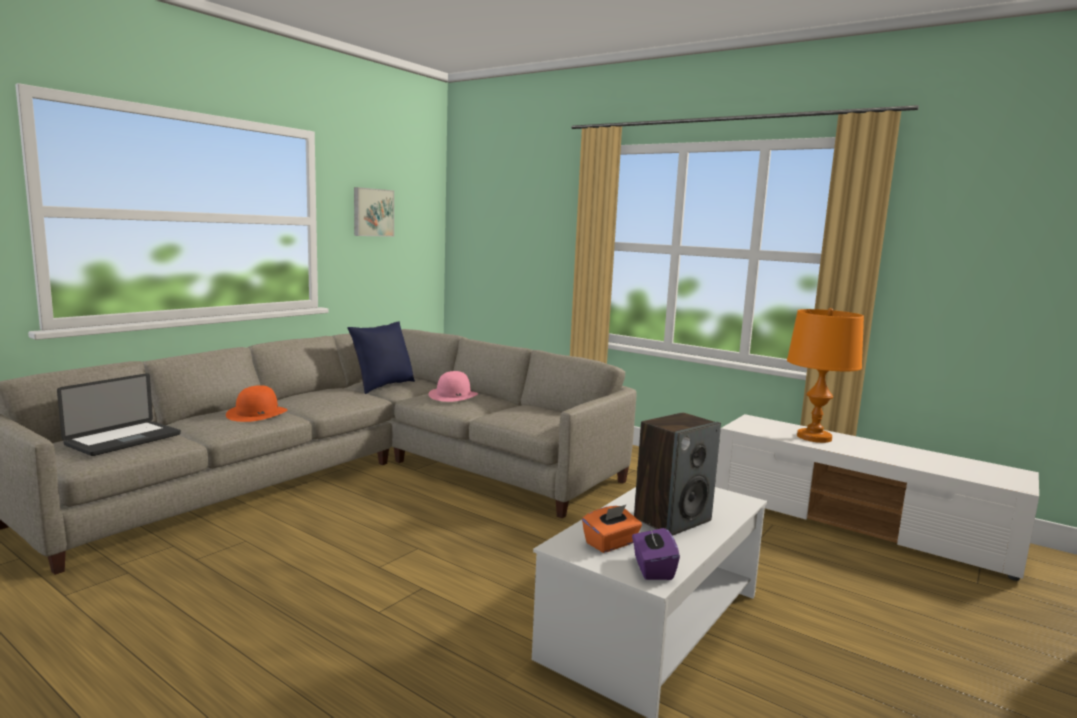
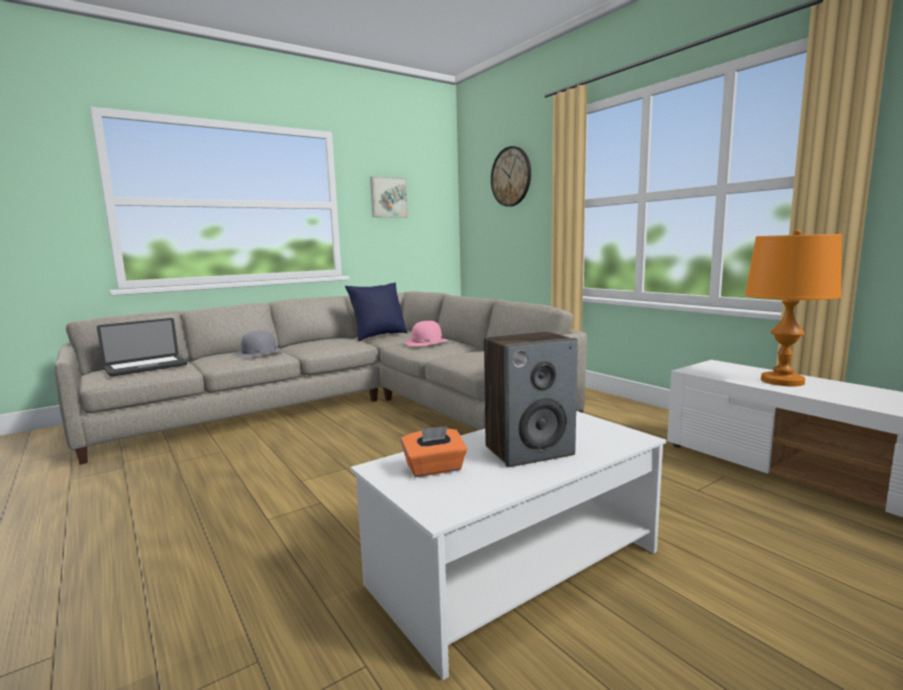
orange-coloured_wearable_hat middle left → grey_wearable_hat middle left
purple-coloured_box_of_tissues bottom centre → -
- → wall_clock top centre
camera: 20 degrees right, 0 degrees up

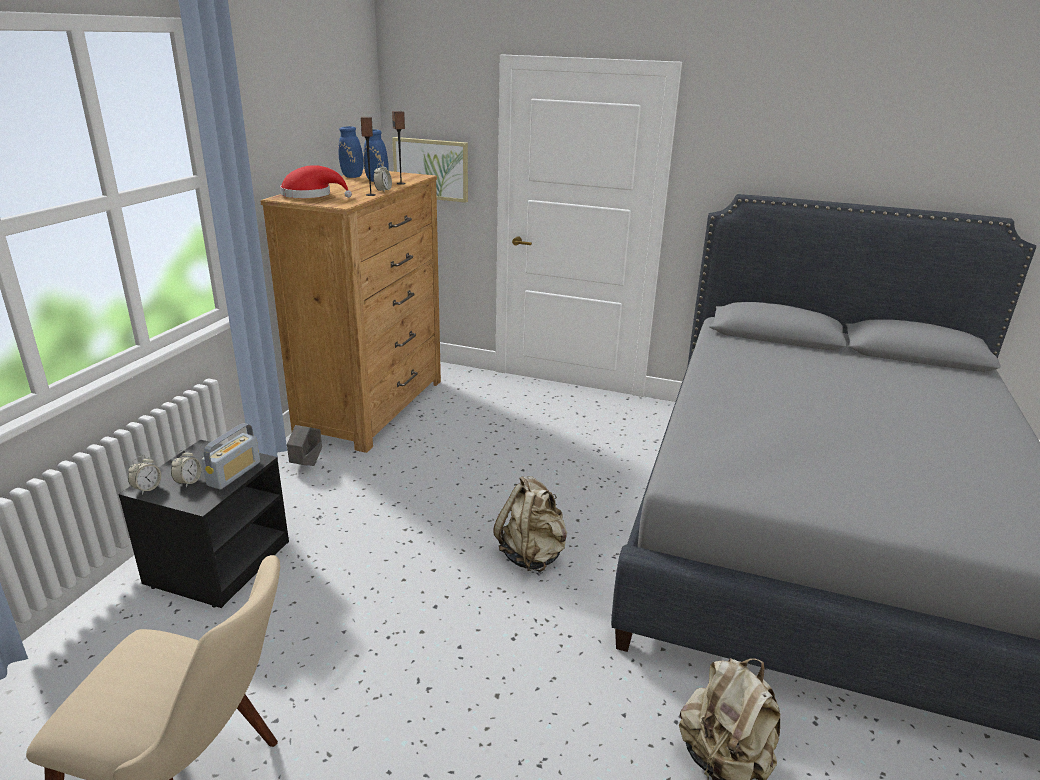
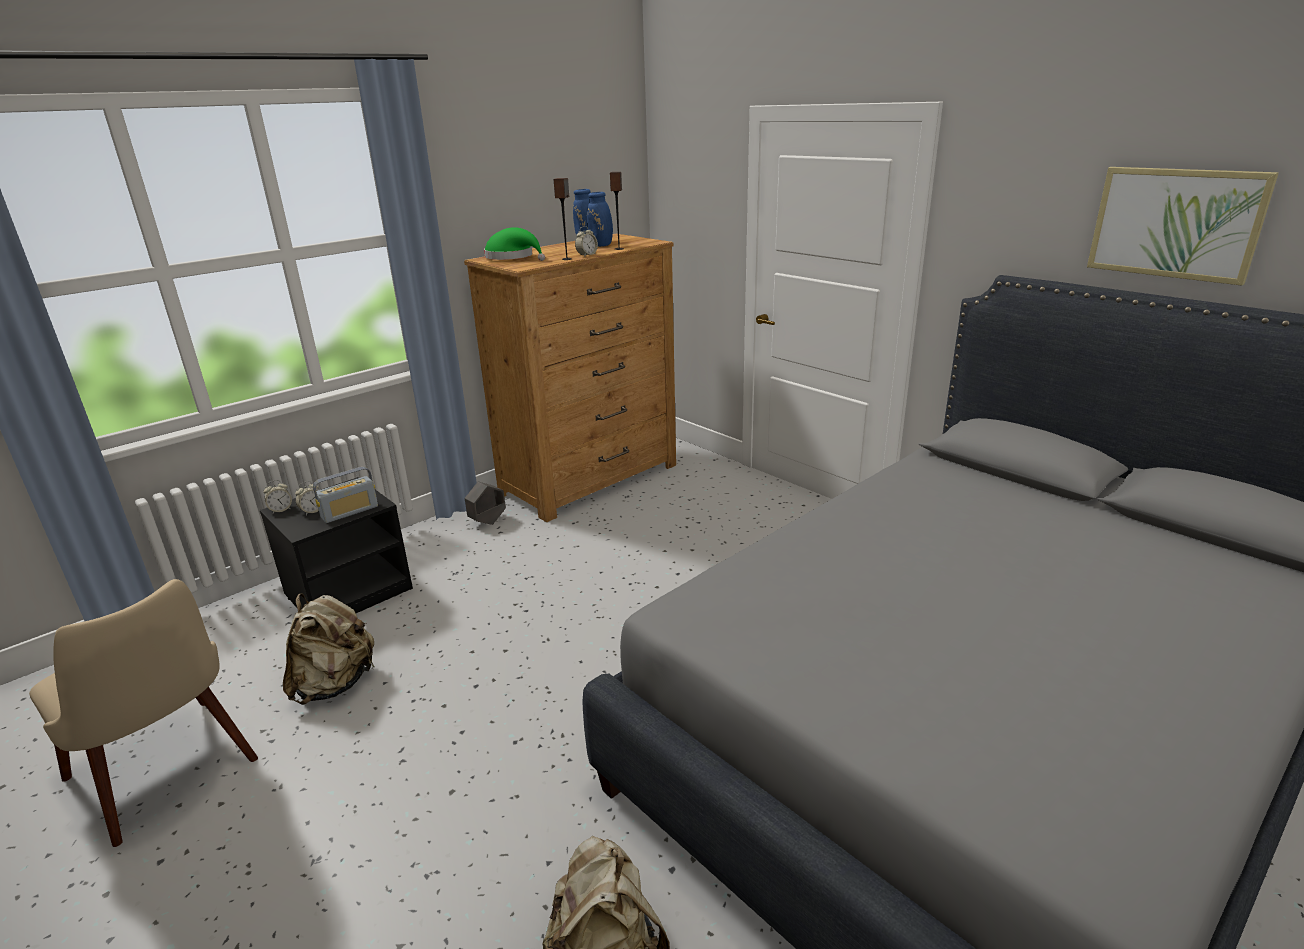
red-coloured_wearable_hat top left → green-coloured_wearable_hat top centre
picture top centre → picture top right, moved
beige_knapsack (1st from left) bottom centre → beige_knapsack (1st from left) bottom left, moved
camera: 30 degrees right, 0 degrees up

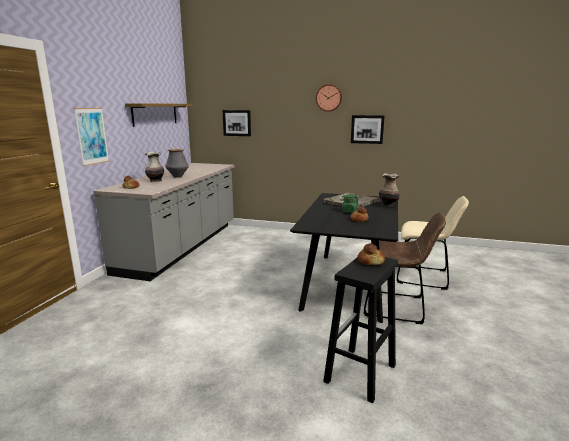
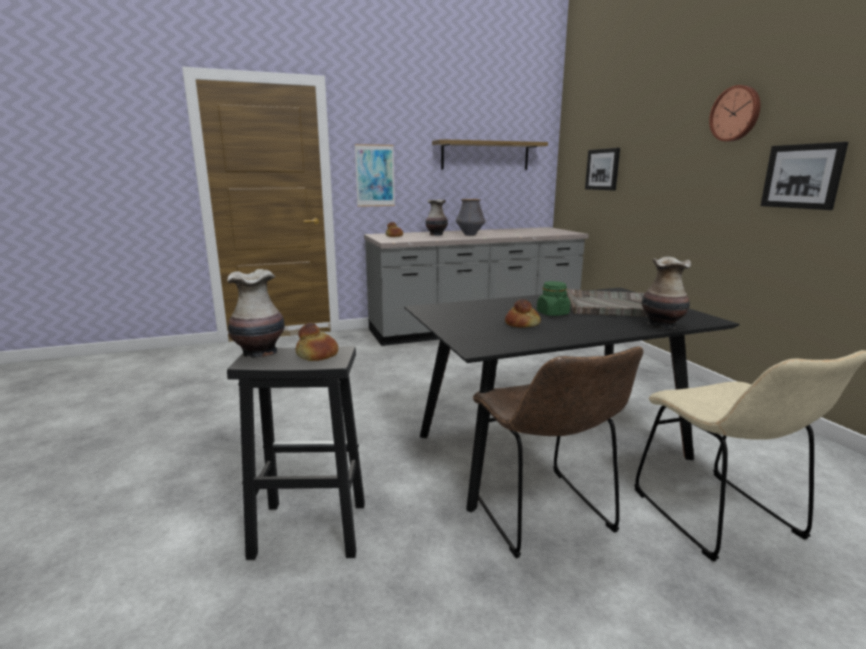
- → decorative_vase (1st from left) middle left
camera: 55 degrees right, 0 degrees up

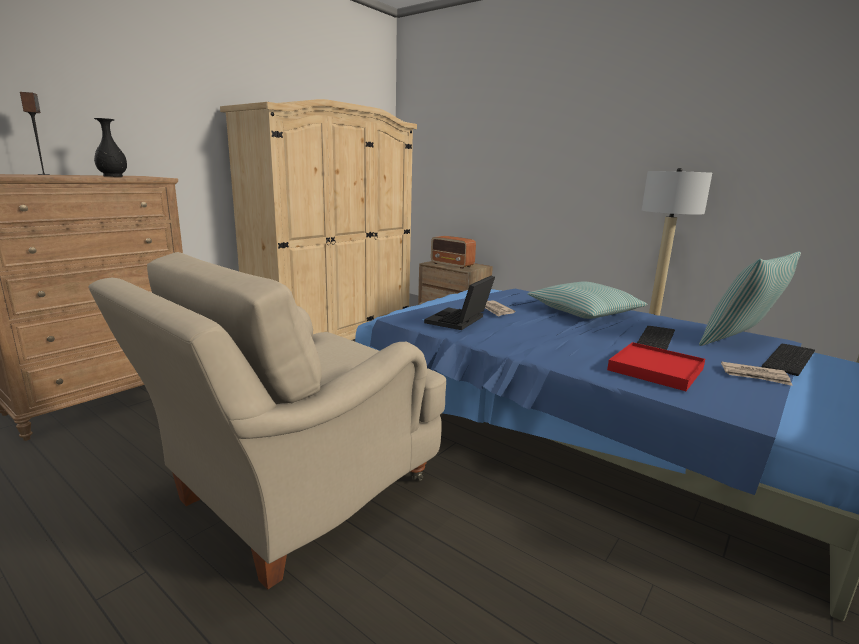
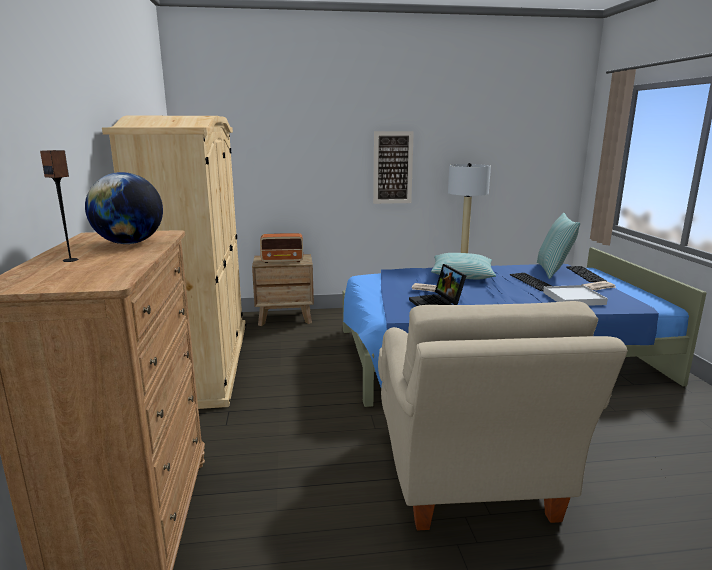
black-coloured_decorative_vase top left → desk_globe middle left
red-coloured_carrying_tray middle right → white_carrying_tray middle right
- → picture top centre
camera: 45 degrees left, 0 degrees up

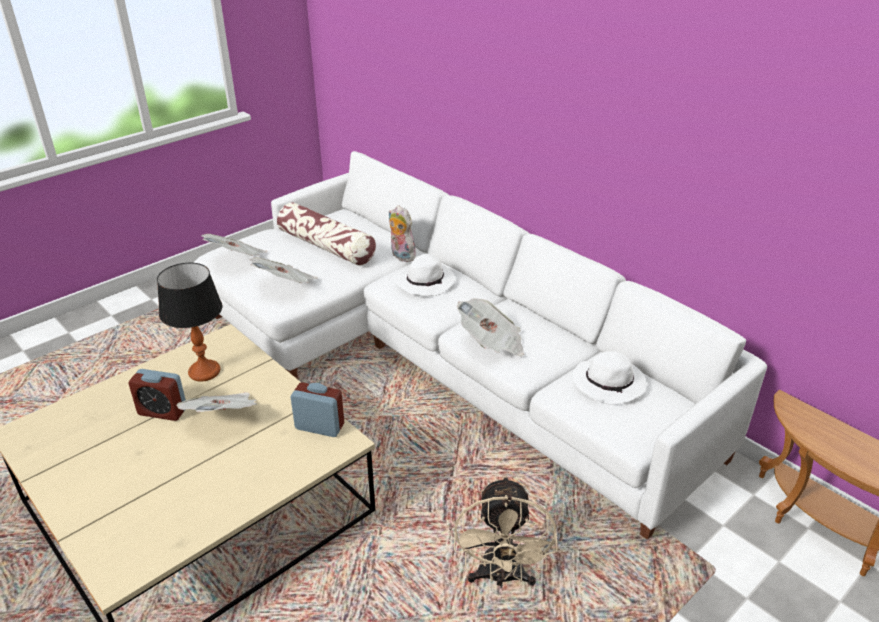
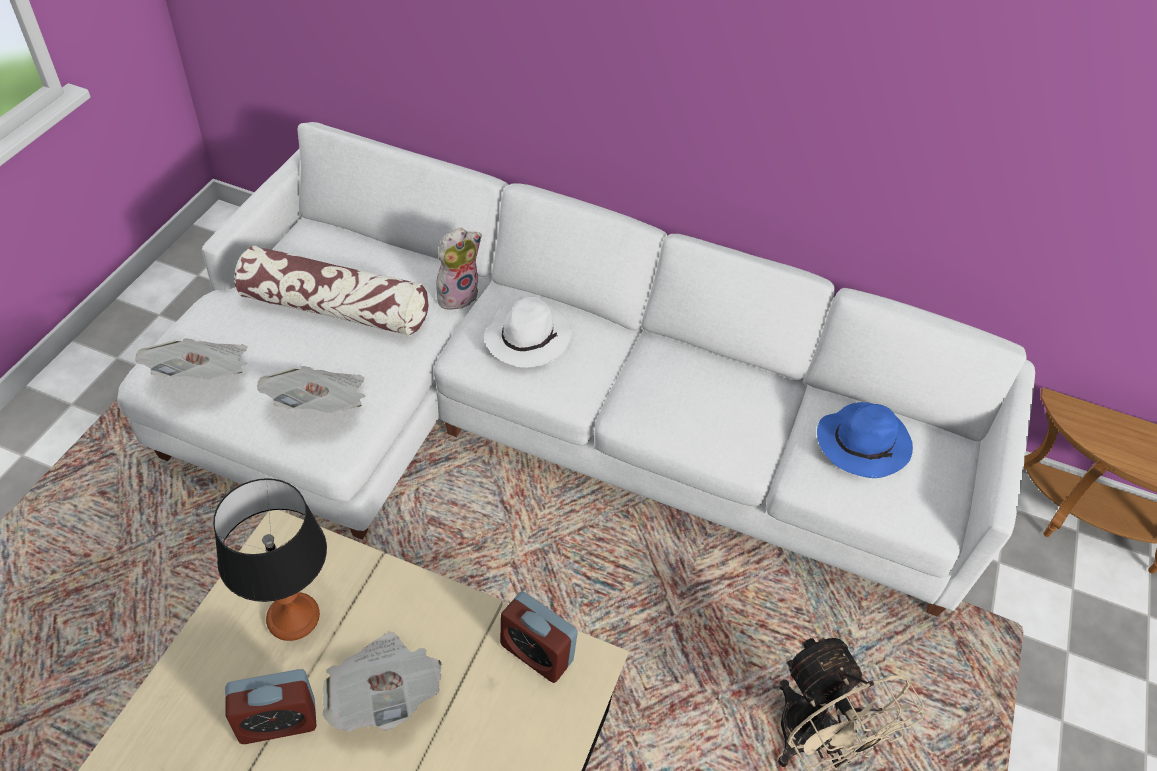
bedside_clock (2nd from left) centre → bedside_clock (2nd from left) bottom centre, 135 degrees counterclockwise
soft_toy centre, 120 degrees clockwise
newspaper (4th from left) centre → -
white_wearable_hat (2nd from left) middle right → bluish_wearable_hat middle right
camera: 30 degrees left, 15 degrees up

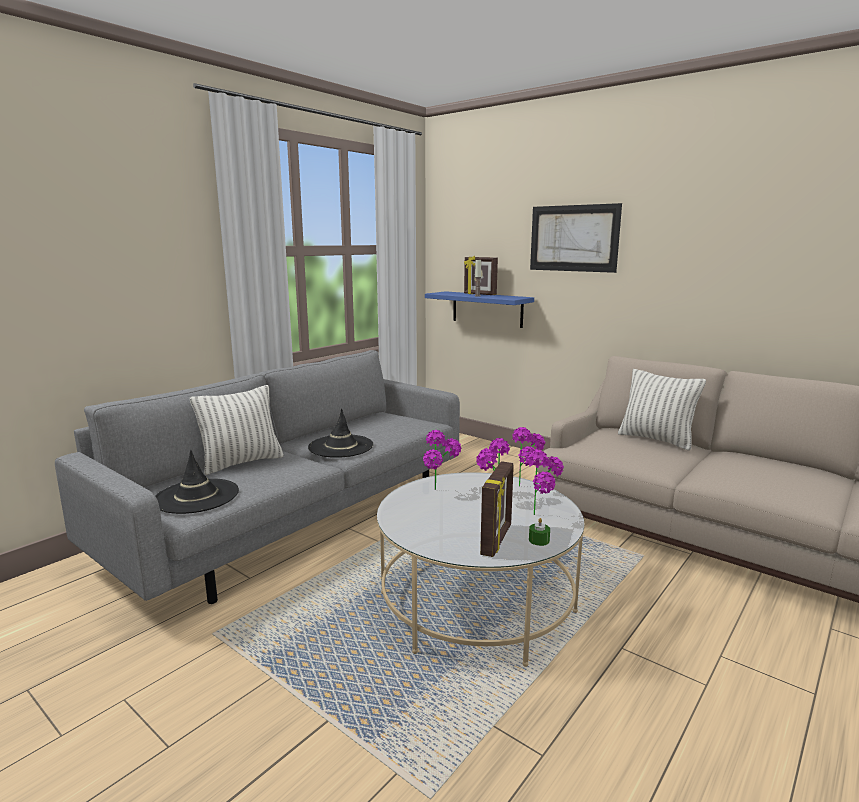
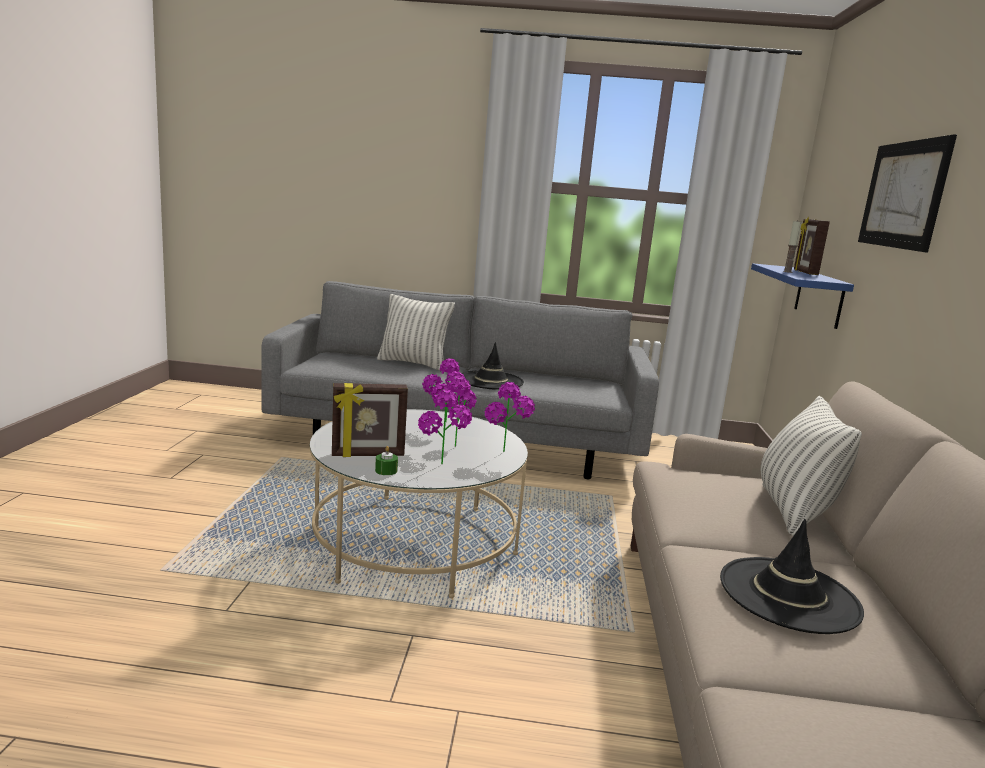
black-coloured_wearable_hat (1st from left in the first image) middle left → black-coloured_wearable_hat (2nd from left) bottom right, moved
camera: 55 degrees right, 0 degrees up

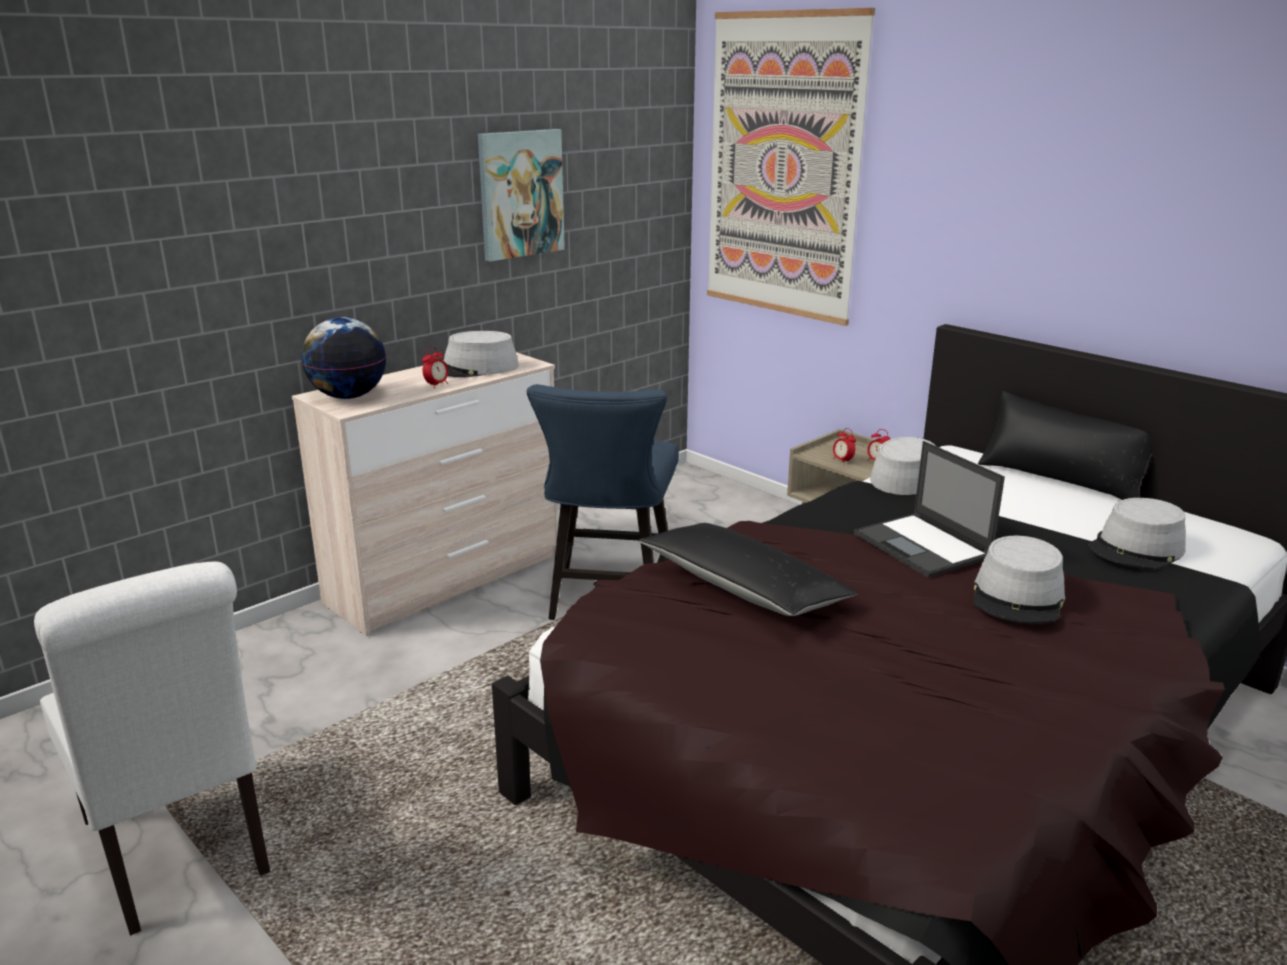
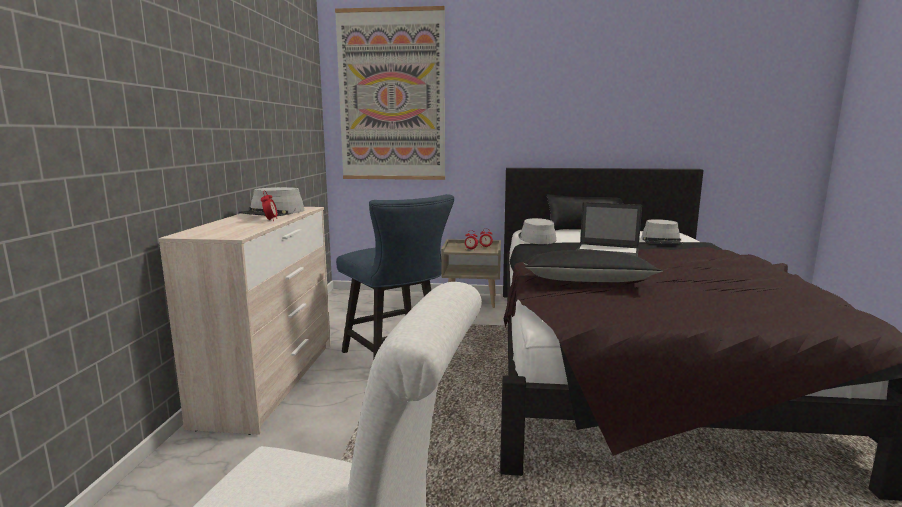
desk_globe middle left → -
picture (1st from left) top centre → -
grey_wearable_hat (3rd from left) middle right → -
camera: 40 degrees left, 10 degrees down

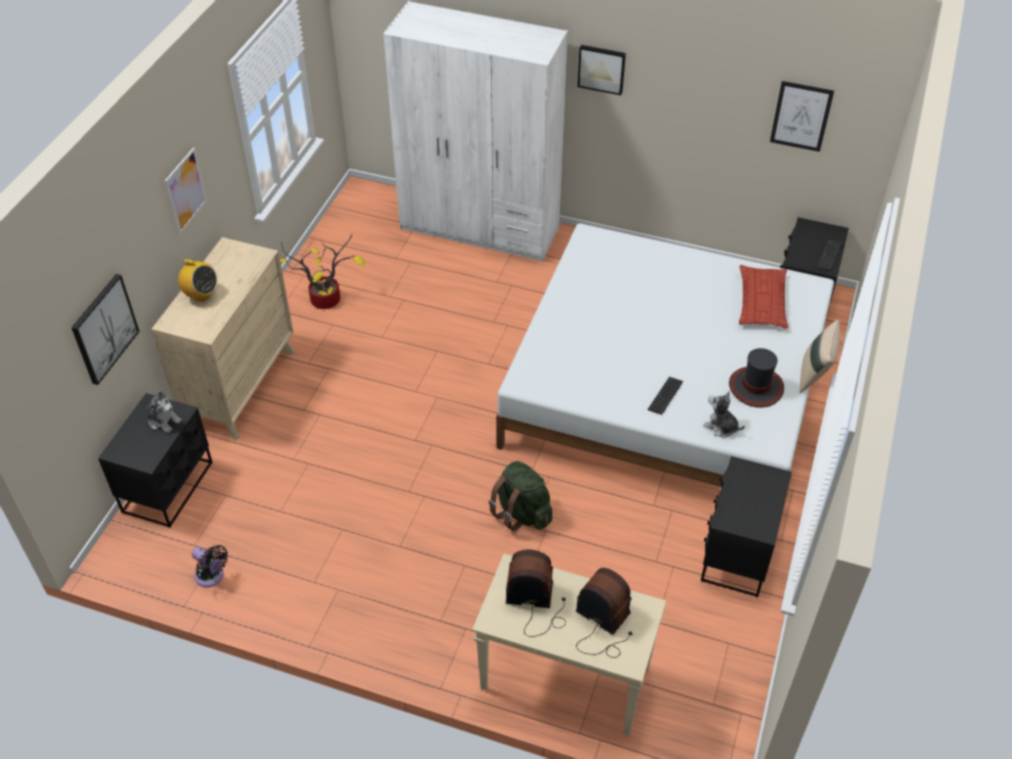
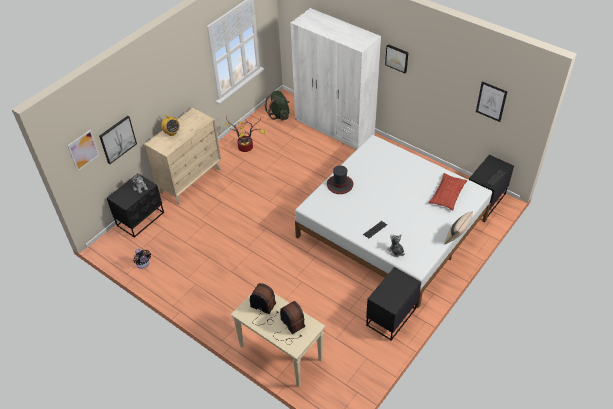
picture (2nd from left in the first image) top left → picture (1st from left) middle left, moved
green-coloured_knapsack centre → green-coloured_knapsack top centre, moved
wearable_hat middle right → wearable_hat centre, moved
camera: 20 degrees right, 0 degrees up

